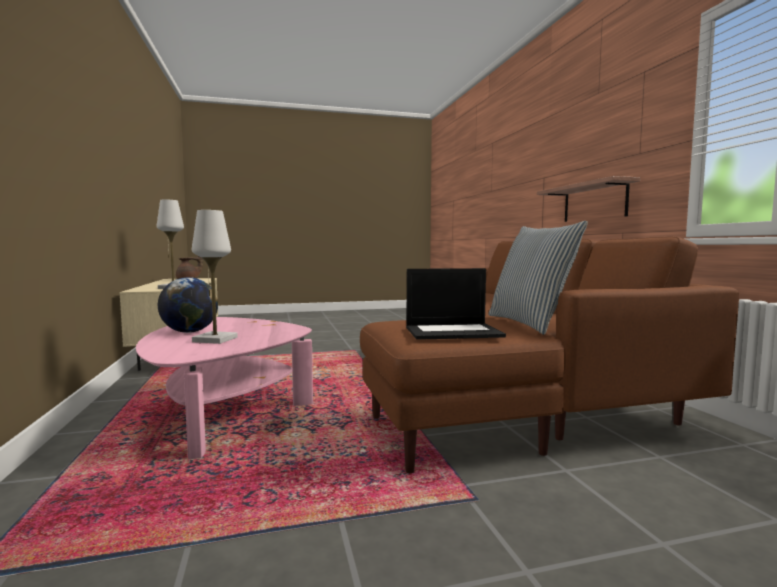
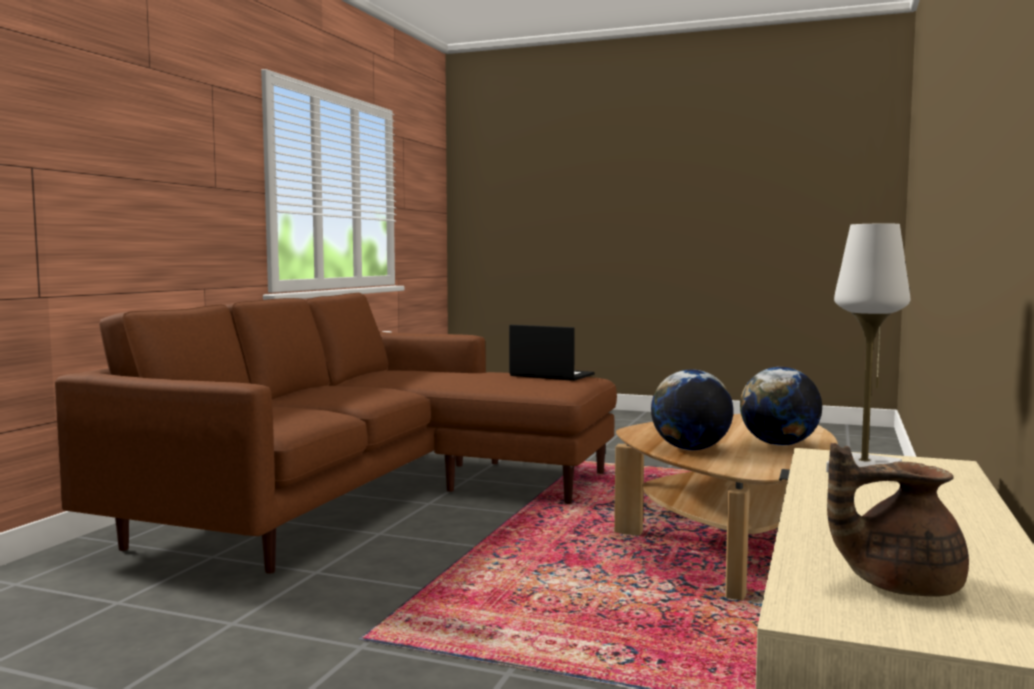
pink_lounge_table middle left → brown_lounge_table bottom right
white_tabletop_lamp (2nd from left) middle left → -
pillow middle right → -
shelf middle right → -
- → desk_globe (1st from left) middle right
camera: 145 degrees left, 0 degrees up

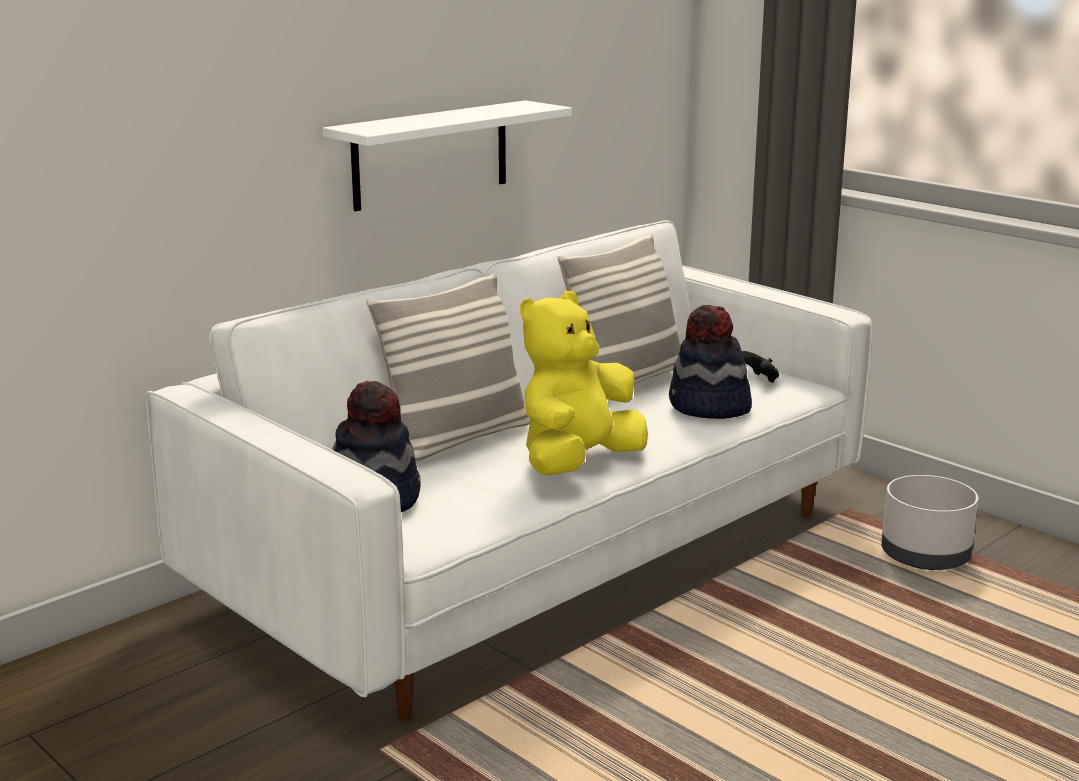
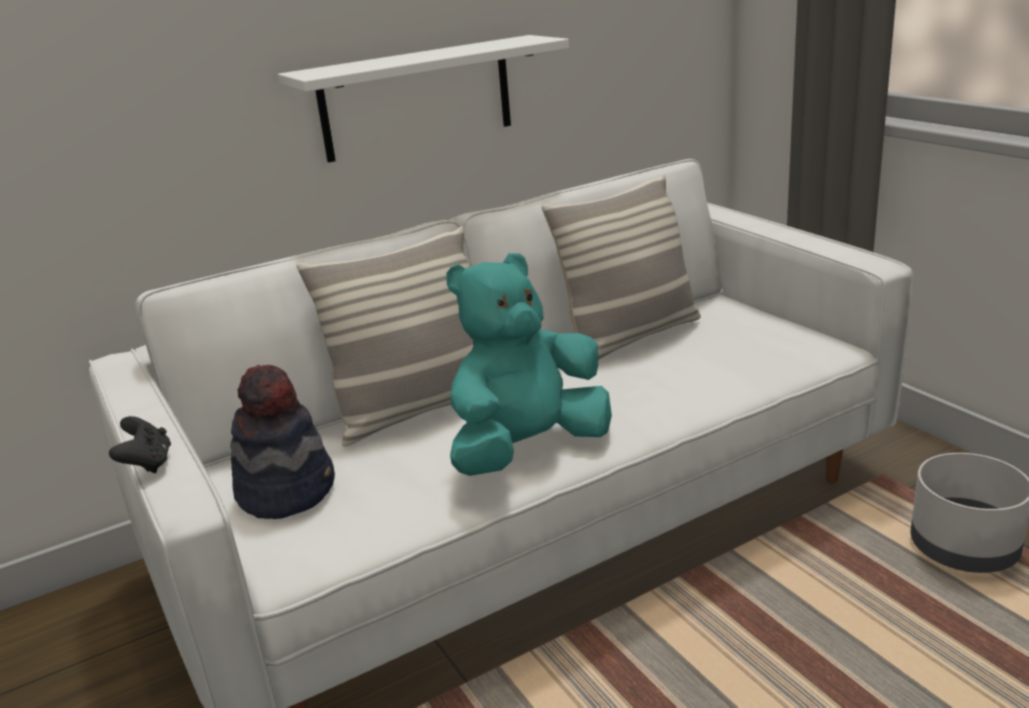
yellow_soft_toy centre → blue-green_soft_toy centre
wearable_hat (2nd from left) centre → -
black-coloured_game_controller middle right → black-coloured_game_controller middle left, moved
camera: 15 degrees right, 5 degrees up

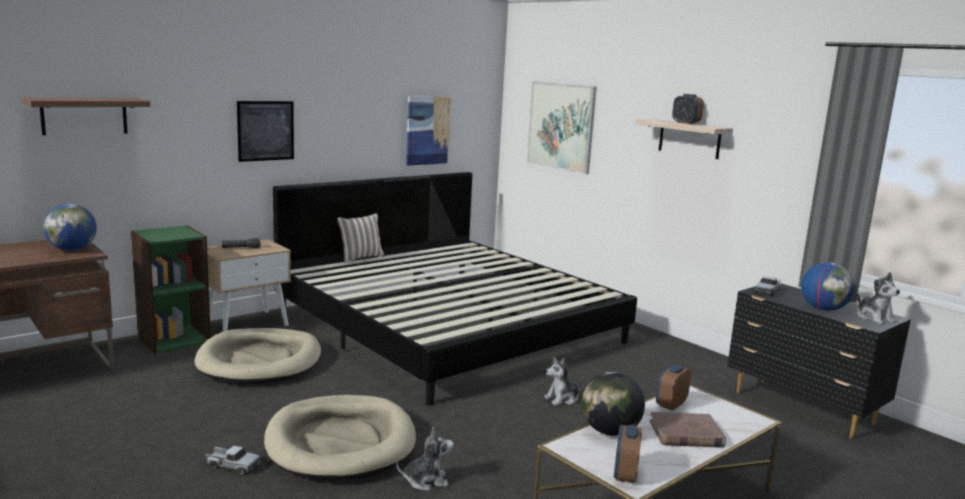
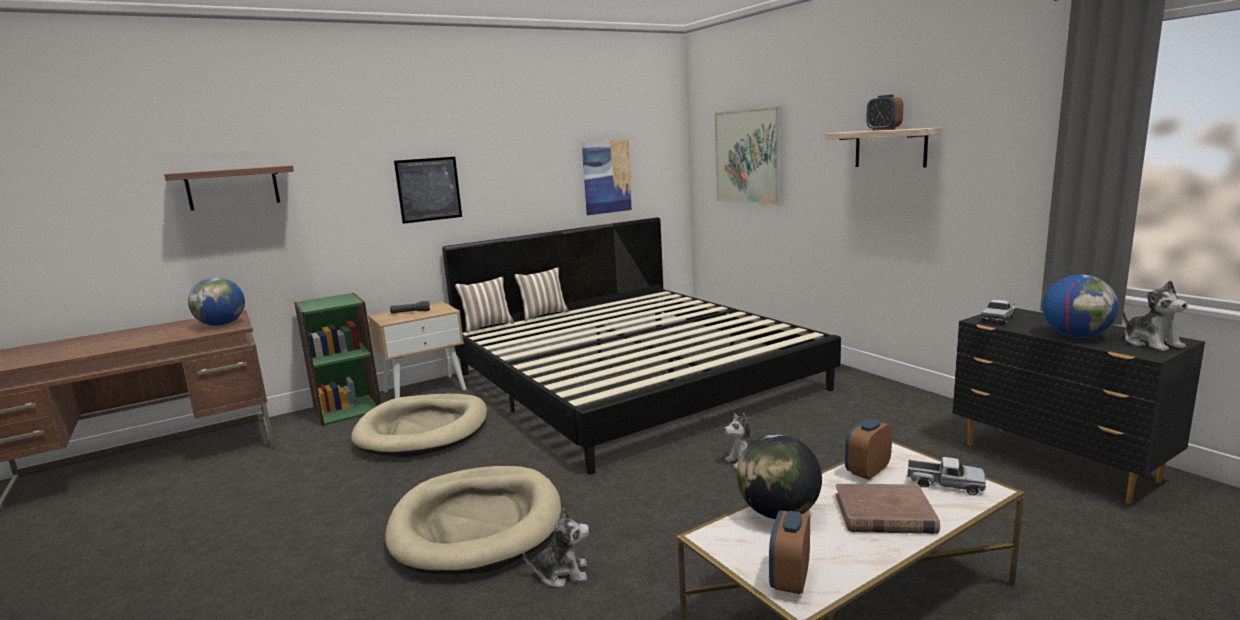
model_truck (1st from left) bottom left → model_truck (1st from left) bottom right, moved
- → pillow (1st from left) centre
camera: 10 degrees right, 0 degrees up

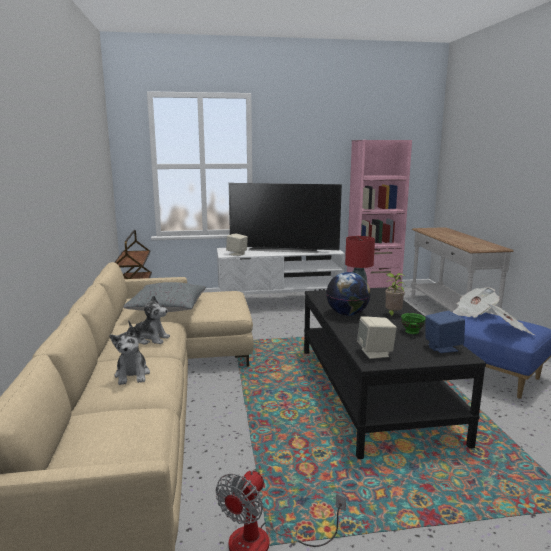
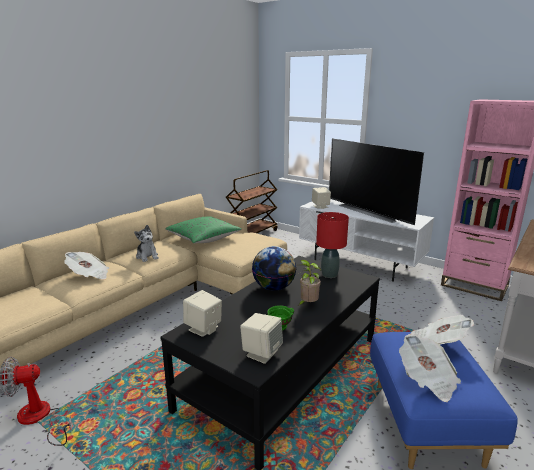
soft_toy (1st from left) middle left → newspaper (1st from left) middle left
grey_pillow middle left → green-coloured_pillow centre
bluish_loudspeaker middle right → beige_loudspeaker (2nd from left) bottom centre
camera: 45 degrees right, 5 degrees up

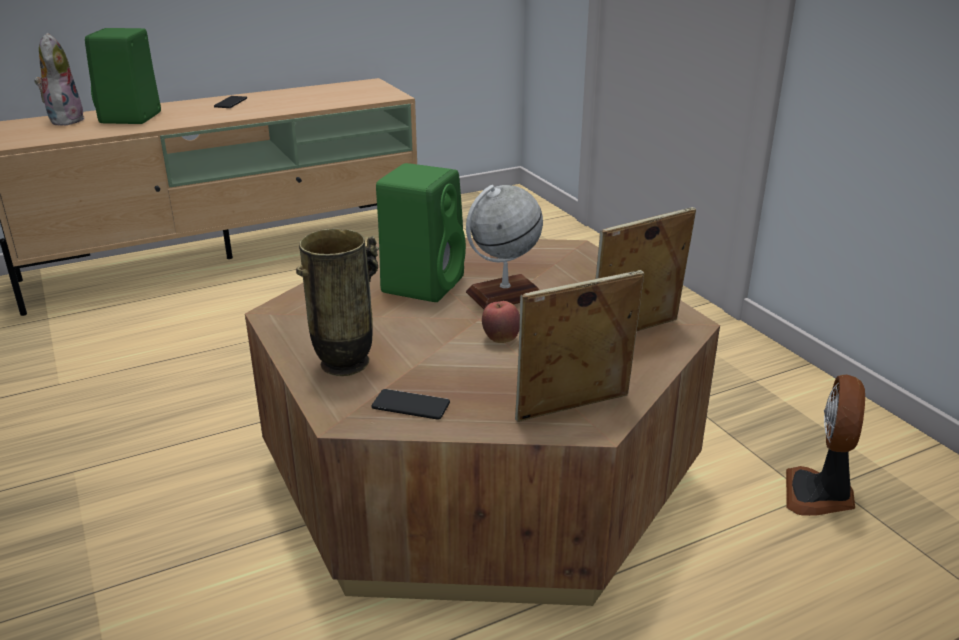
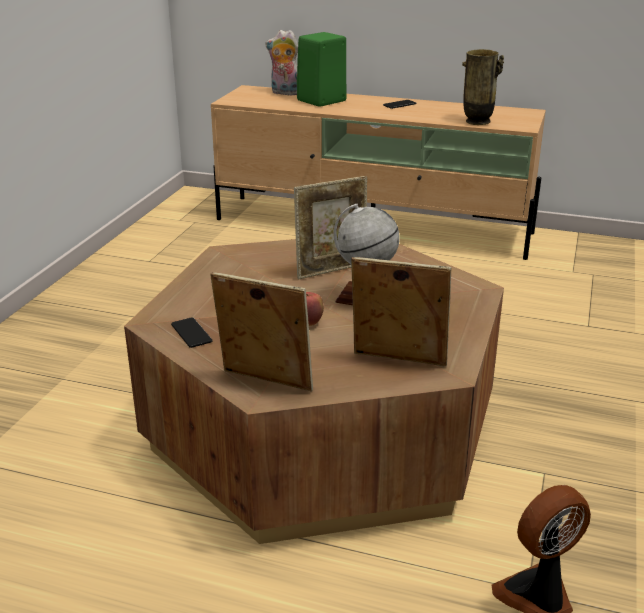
soft_toy top left → soft_toy top centre, 105 degrees counterclockwise
decorative_vase centre → decorative_vase top right, moved
green-coloured_loudspeaker (2nd from left) centre → photo_frame (2nd from left) centre
camera: 45 degrees right, 0 degrees up

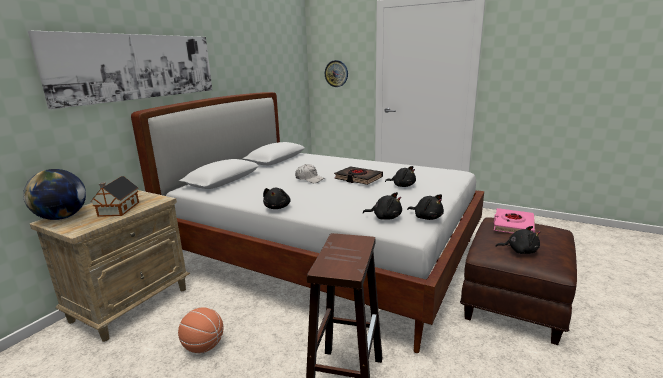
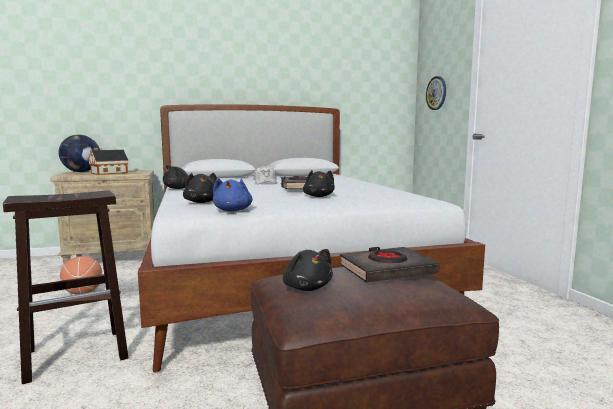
picture top left → -
black-coloured_soft_toy (4th from left) centre → bluish_soft_toy centre
pink_bound_book middle right → black-coloured_bound_book (2nd from left) centre
camera: 45 degrees right, 10 degrees down

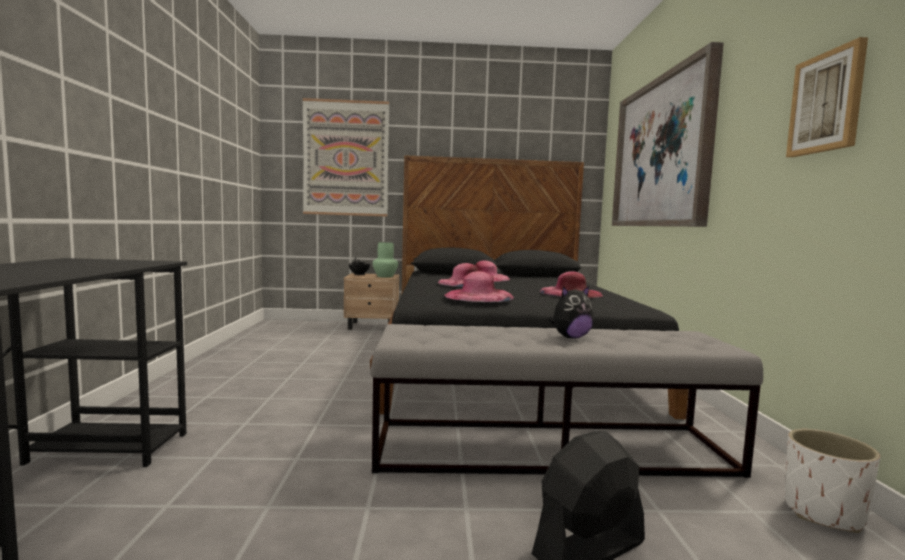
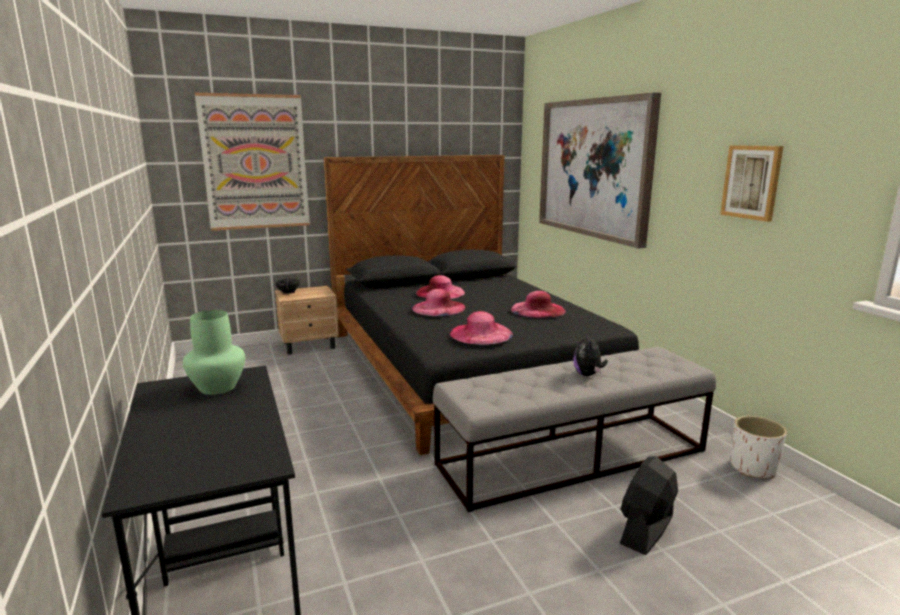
green-coloured_decorative_vase centre → green-coloured_decorative_vase middle left, moved
soft_toy centre, 135 degrees clockwise
camera: 20 degrees left, 10 degrees up

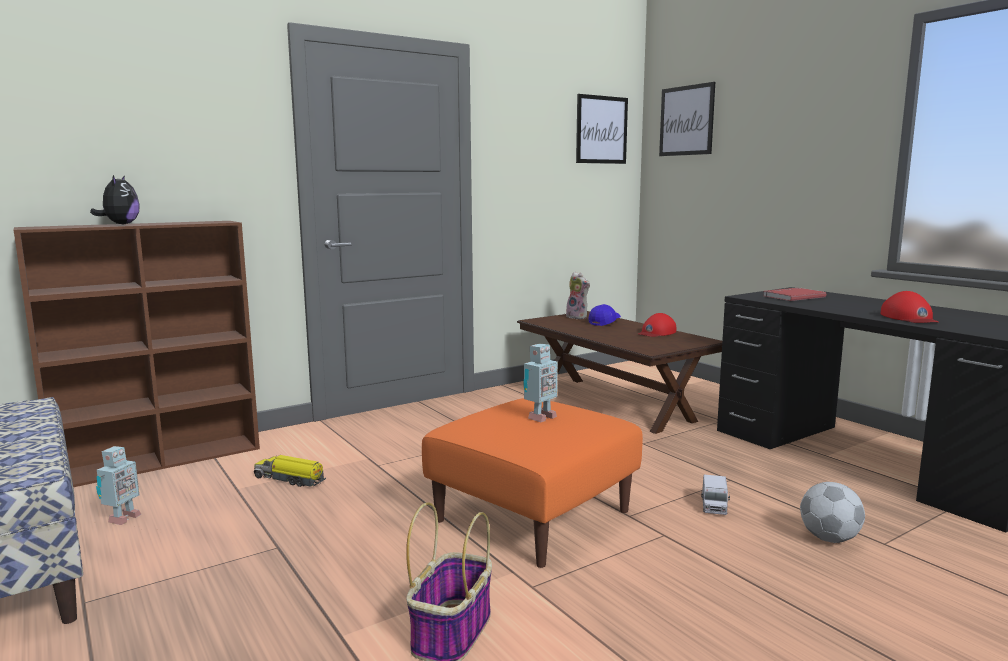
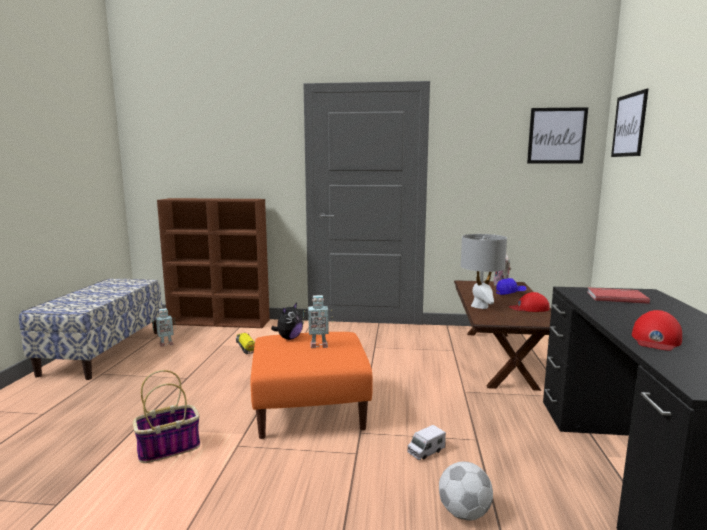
soft_toy (1st from left) top left → soft_toy (1st from left) centre, moved
- → grey_tabletop_lamp middle right
camera: 40 degrees right, 0 degrees up

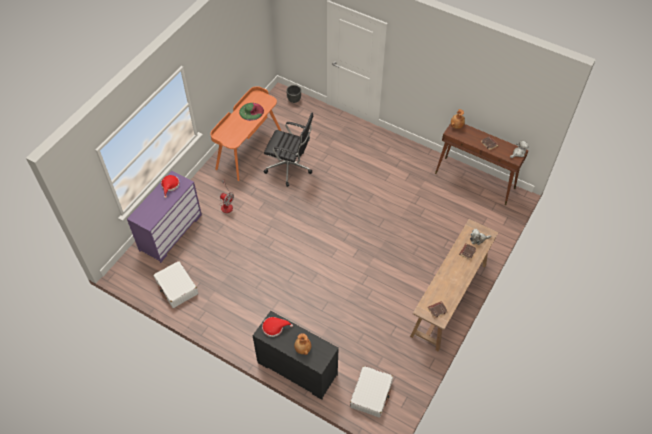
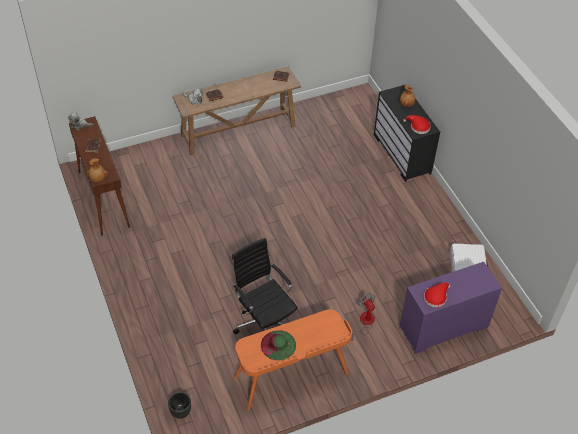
white_piece_of_luggage (2nd from left) bottom centre → -
camera: 145 degrees left, 5 degrees down

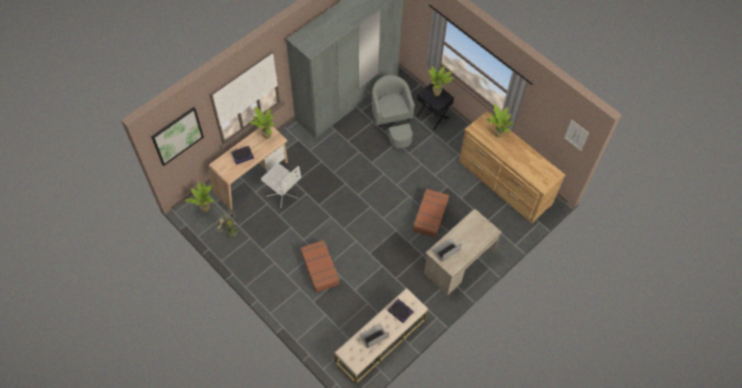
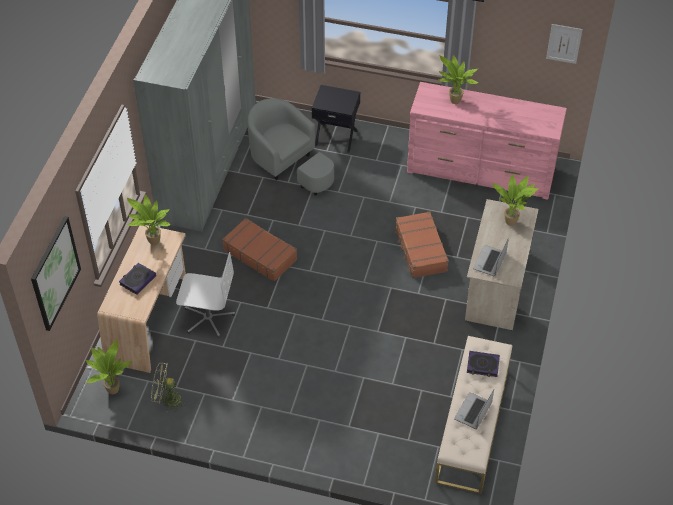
brown_piece_of_luggage (1st from left) bottom centre → brown_piece_of_luggage (1st from left) centre, moved
houseplant (3rd from left in the first image) top centre → houseplant (4th from left) middle right, moved
brown_drawer_chest middle right → pink_drawer_chest top right
camera: 30 degrees left, 10 degrees down

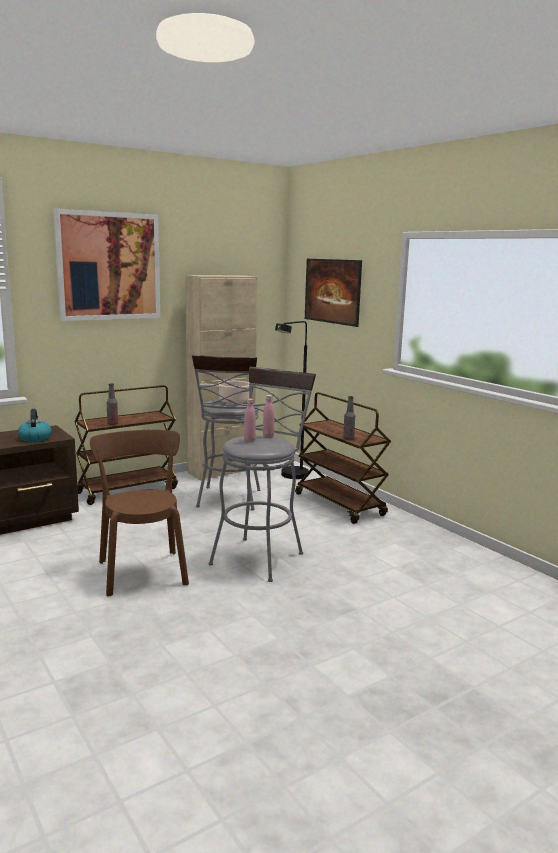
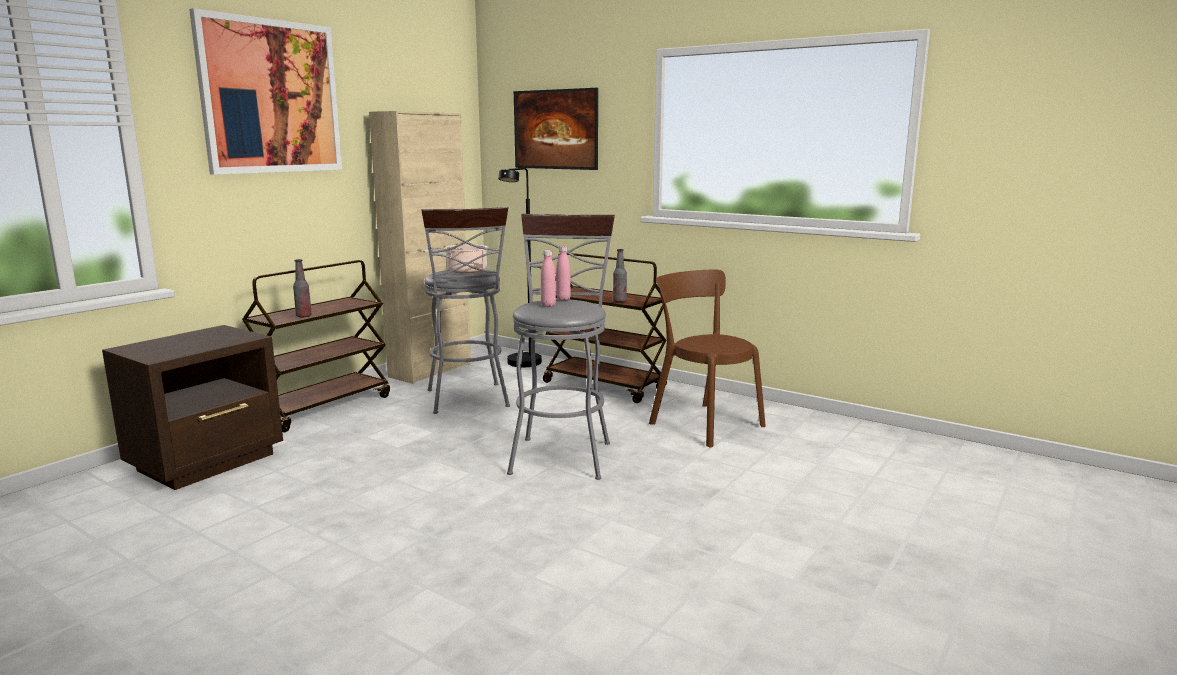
tea_kettle middle left → -
brown_plain_chair middle left → brown_plain_chair centre, moved
camera: 20 degrees left, 0 degrees up

